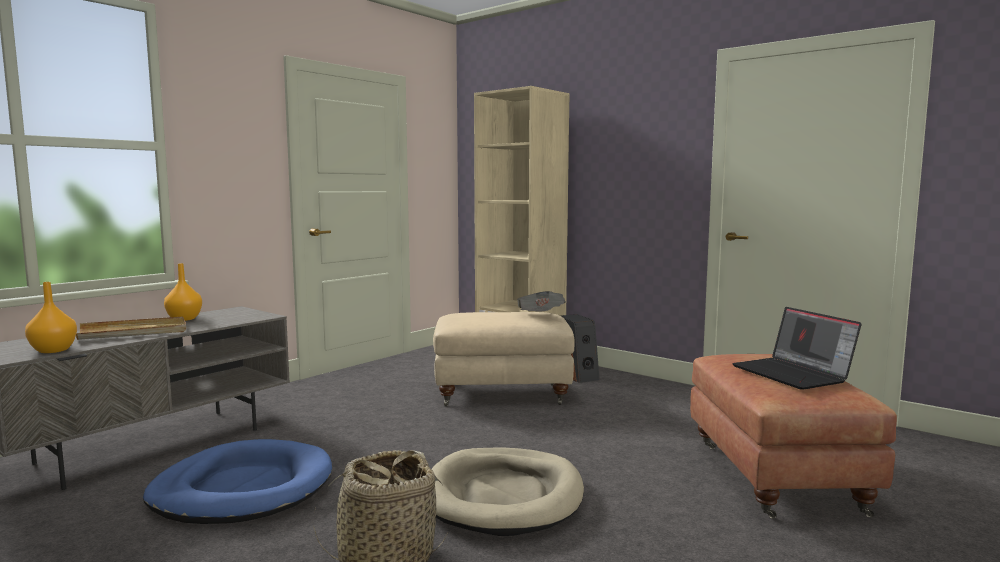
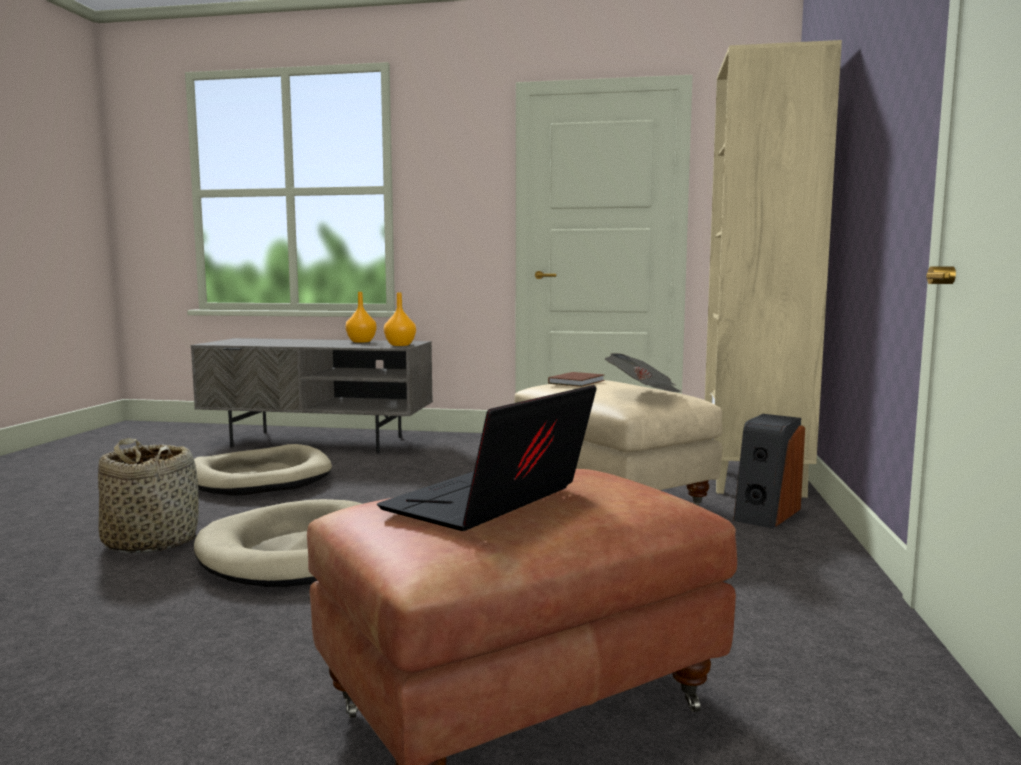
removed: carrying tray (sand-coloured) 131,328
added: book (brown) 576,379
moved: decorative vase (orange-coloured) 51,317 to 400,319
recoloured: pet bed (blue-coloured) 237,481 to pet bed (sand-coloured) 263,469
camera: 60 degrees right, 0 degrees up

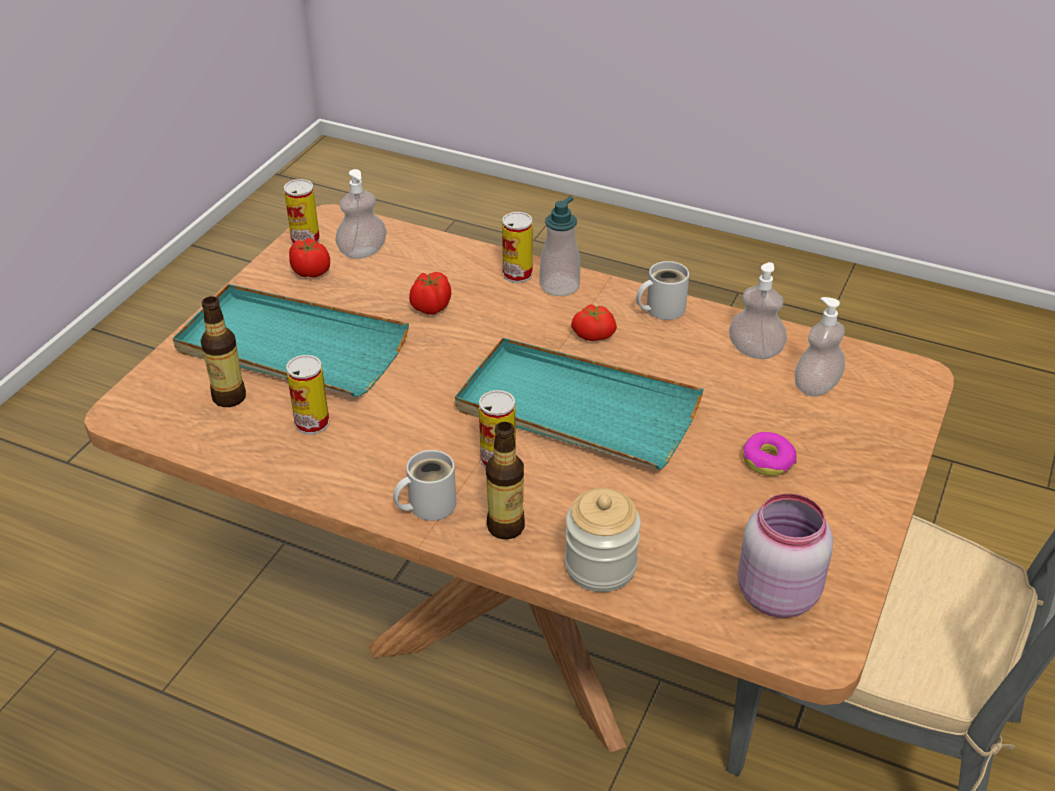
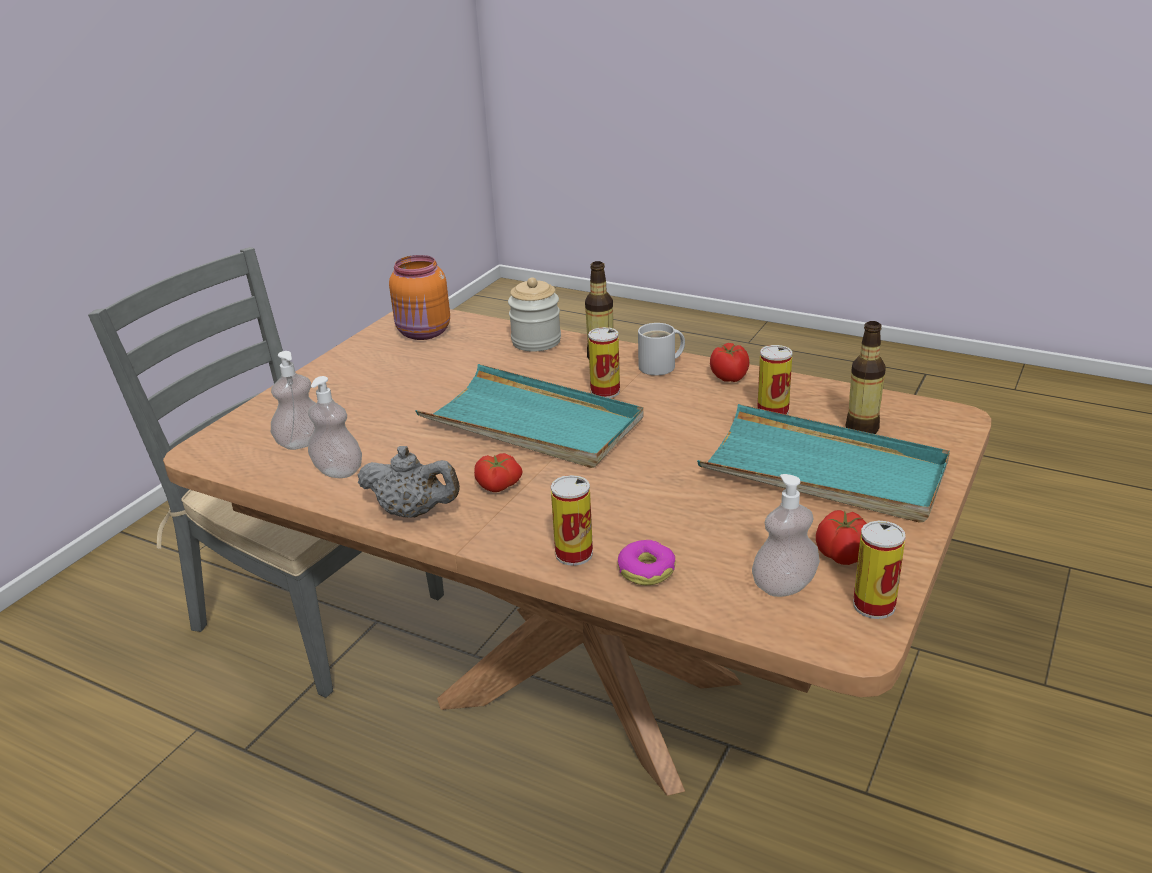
removed: soap dispenser 560,246
moved: tomato 430,293 to 729,362; donut 770,454 to 647,562
replaced: tea mug (white) 662,290 to pot for tea (gray) 408,482
recoloured: jar (pink) 785,555 to jar (orange-coloured) 419,297
camera: 175 degrees left, 10 degrees down

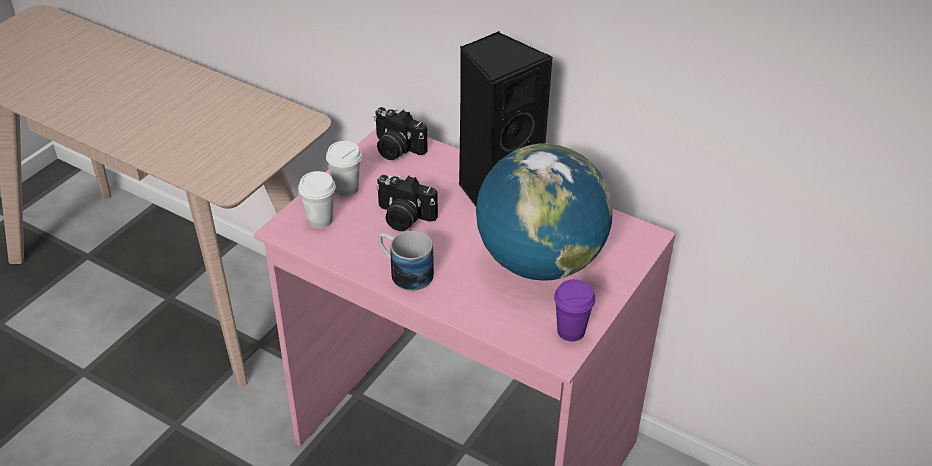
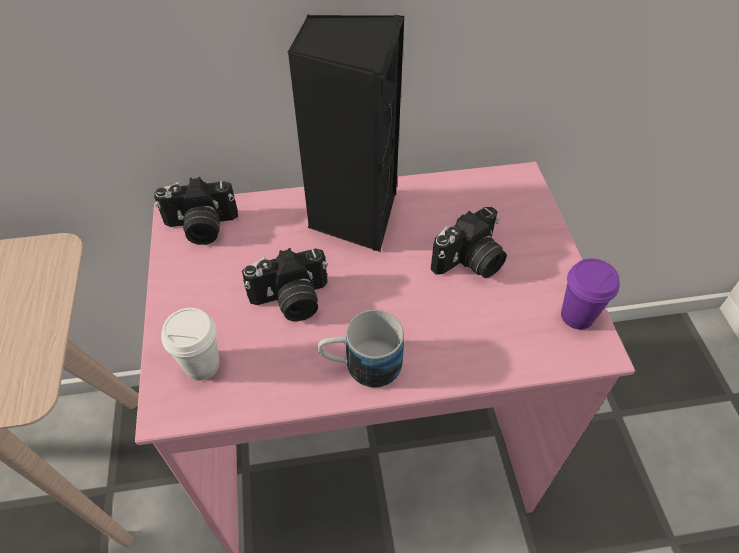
removed: cup (white) 344,168
replaced: globe 544,212 to still camera 469,242
camera: 40 degrees left, 10 degrees up

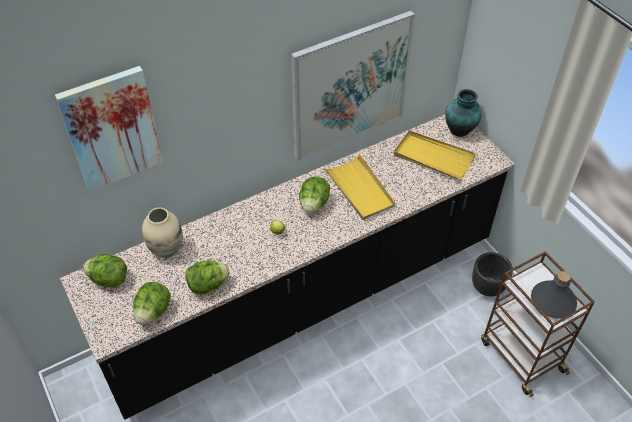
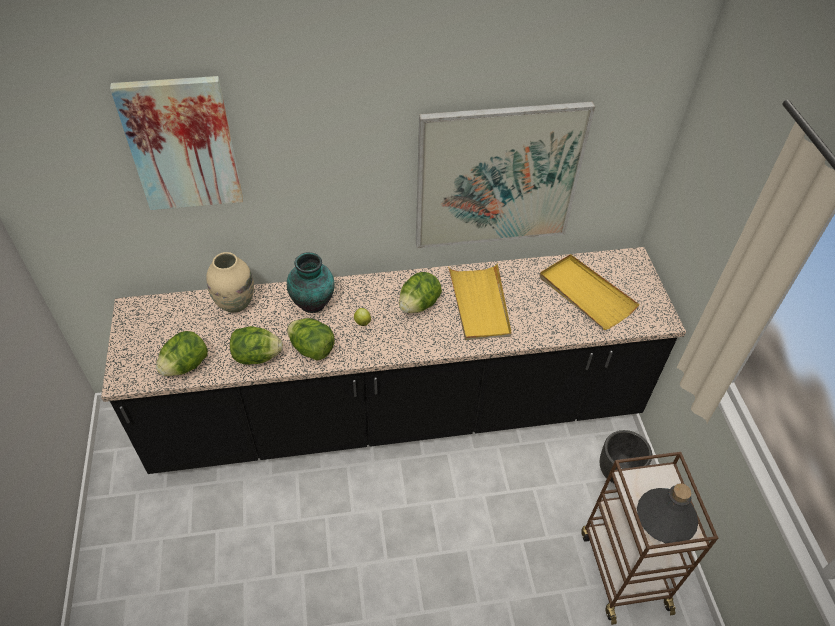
moved: lettuce 105,270 to 311,339; decorative vase 463,113 to 311,282
camera: 20 degrees right, 0 degrees up

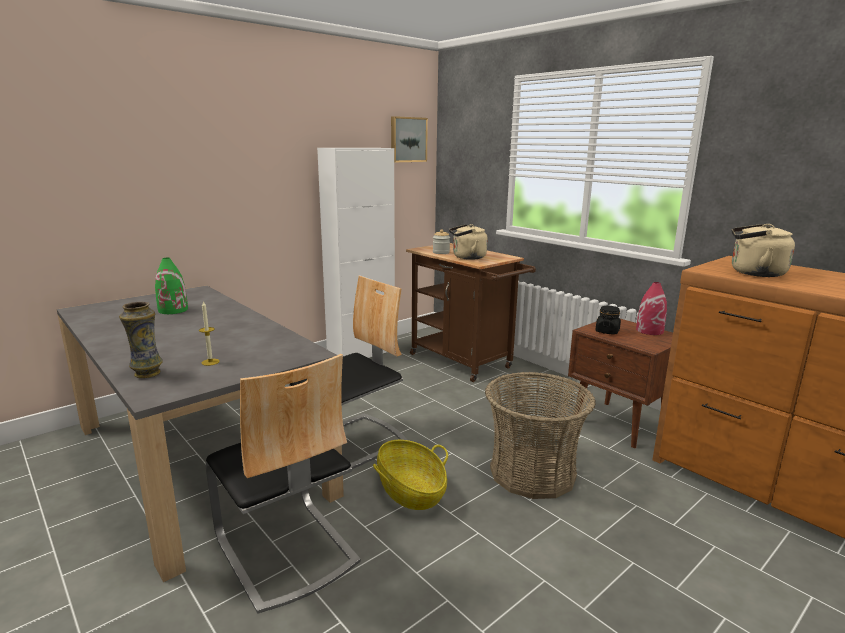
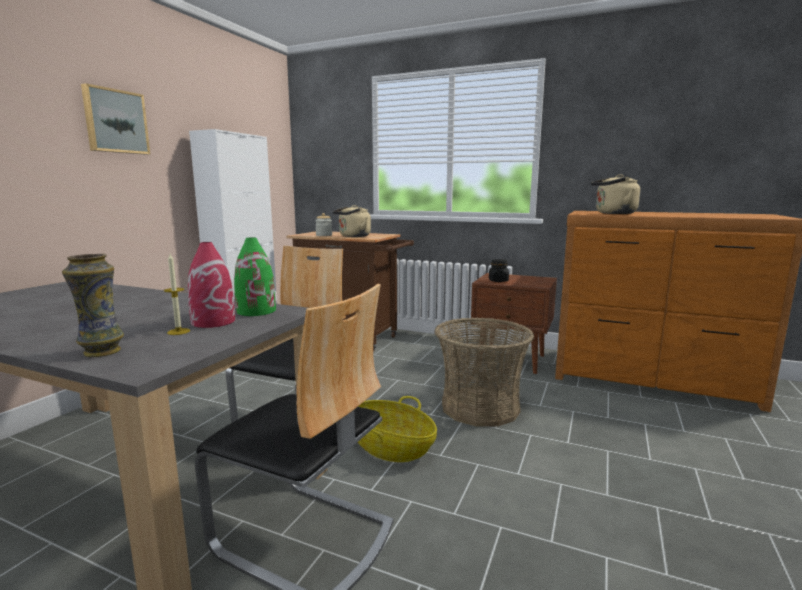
moved: decorative vase (greenish) 171,286 to 255,276; wall picture 409,139 to 115,119; decorative vase (reddish) 651,308 to 211,285
camera: 25 degrees left, 5 degrees down

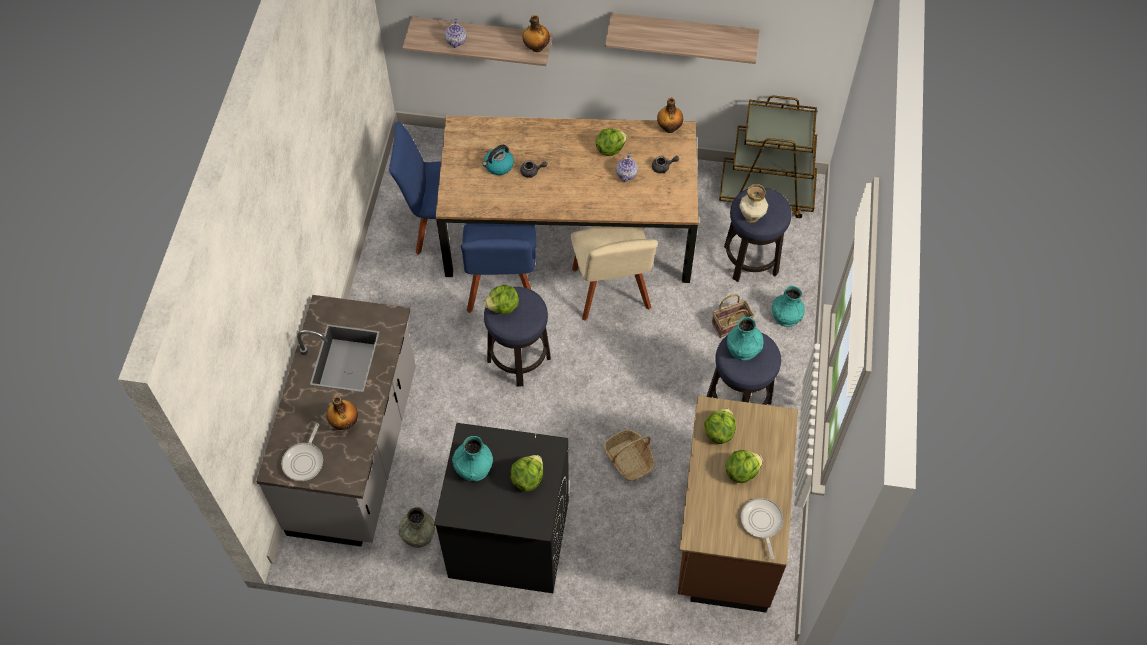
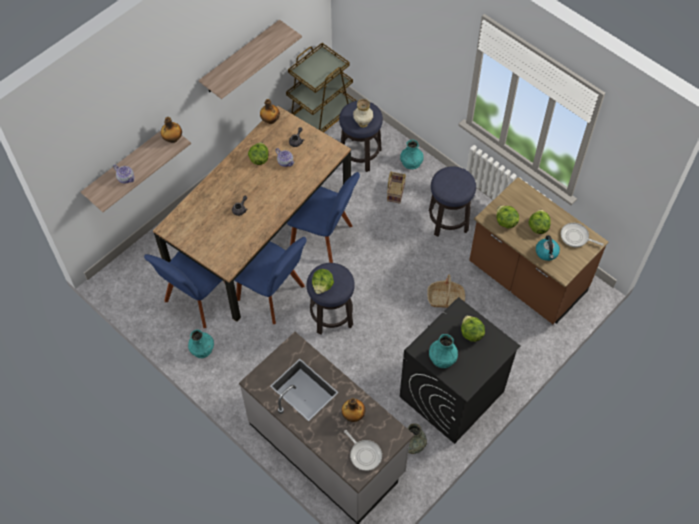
moved: kettle 498,160 to 548,248; decorative vase (turquoise) 745,338 to 201,343
recoloured: plain chair (sand-coloured) 614,273 to plain chair (blue-coloured) 323,217
camera: 55 degrees left, 0 degrees up

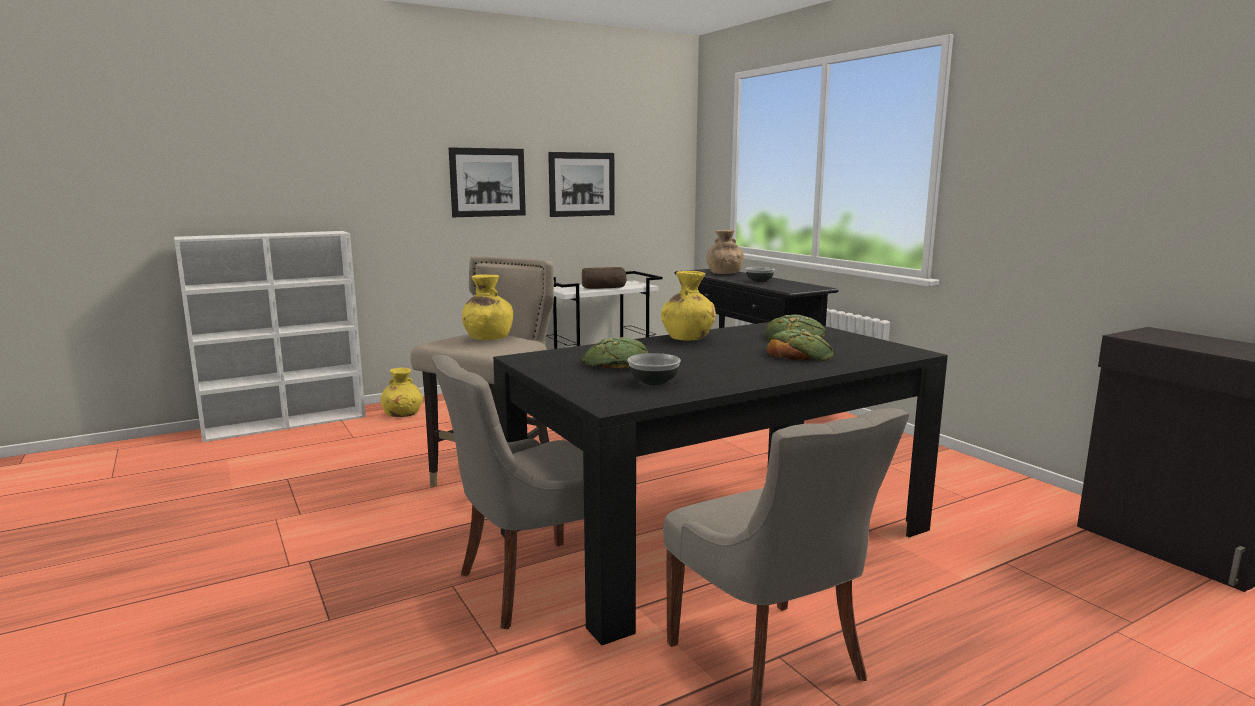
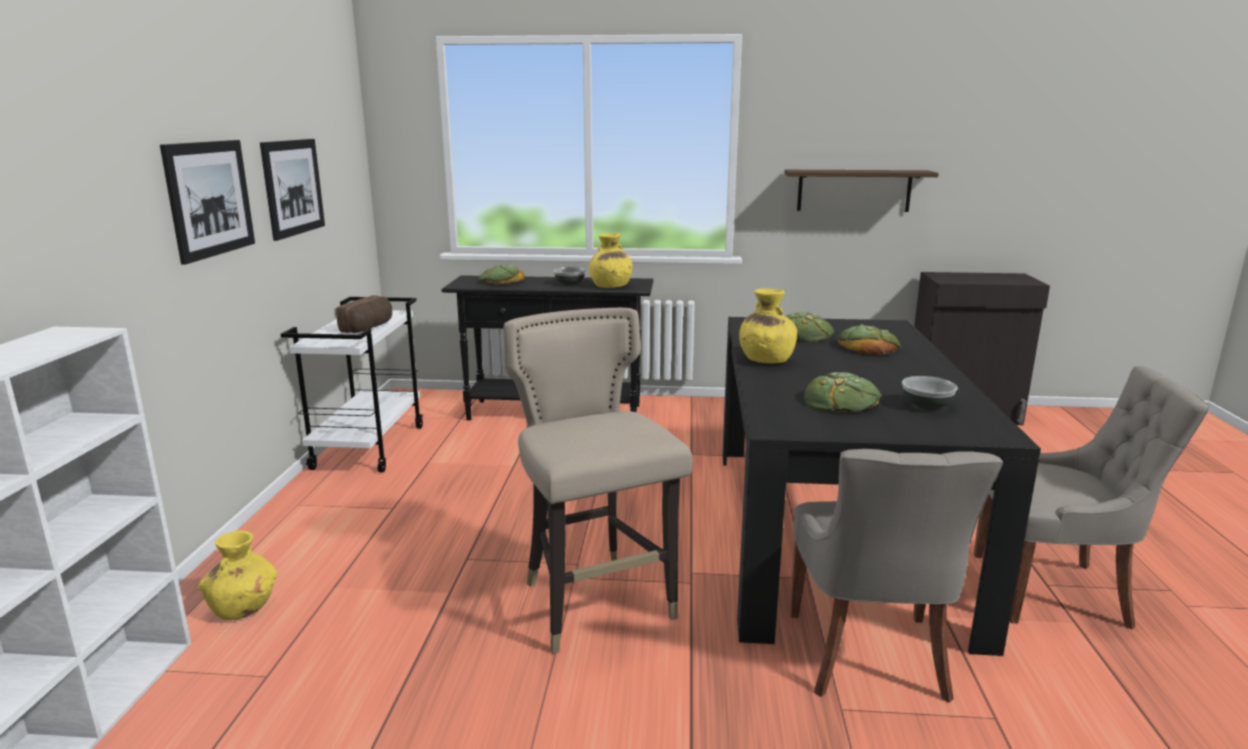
added: bracket shelf 861,191
moved: decorative vase (yellow-coloured) 487,307 to 611,260
replaced: decorative vase (brown) 725,251 to bread 501,274
camera: 55 degrees left, 5 degrees up

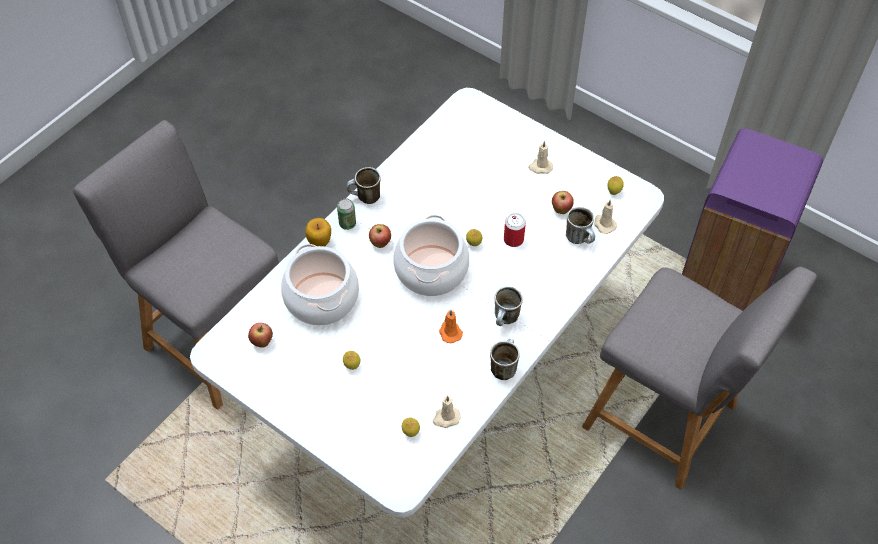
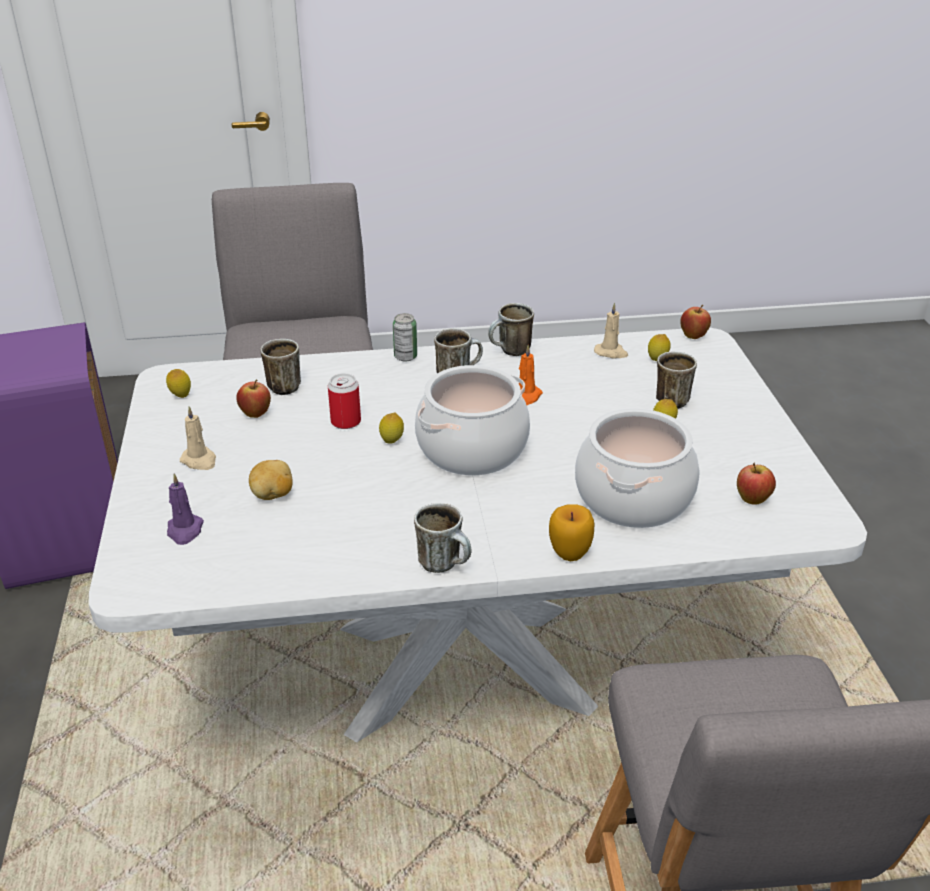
removed: wax light (sand-coloured) 605,217
added: wax light (purple) 185,509; potato 271,480; tea mug 676,380
moved: can 346,214 to 405,337; apple fruit 380,236 to 695,322
camera: 135 degrees left, 20 degrees down

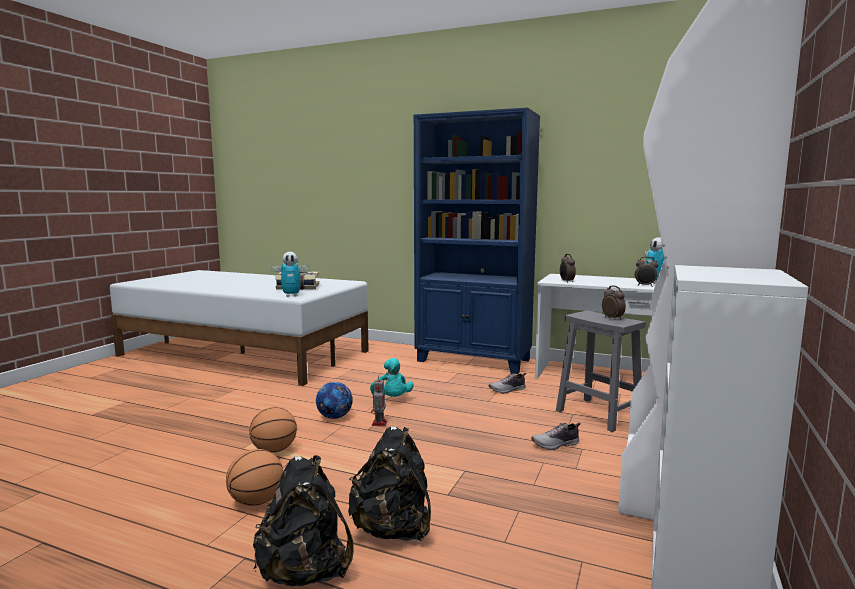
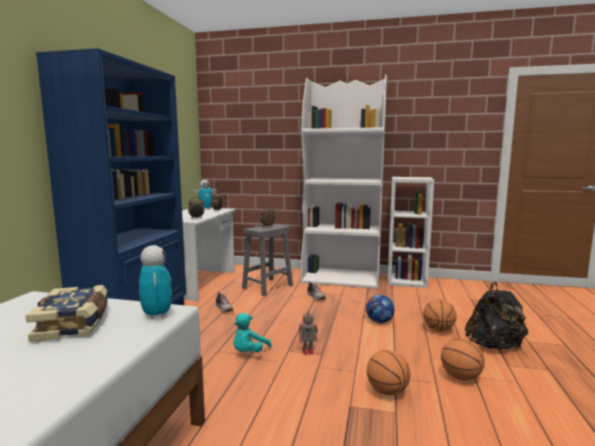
moved: football ball 334,400 to 380,309
replaced: backpack (black-coloured) 389,484 to ball for basketball 440,315
turned: soft toy (turquoise) 392,377 = 253,332 150 degrees clockwise
camera: 100 degrees left, 0 degrees up

